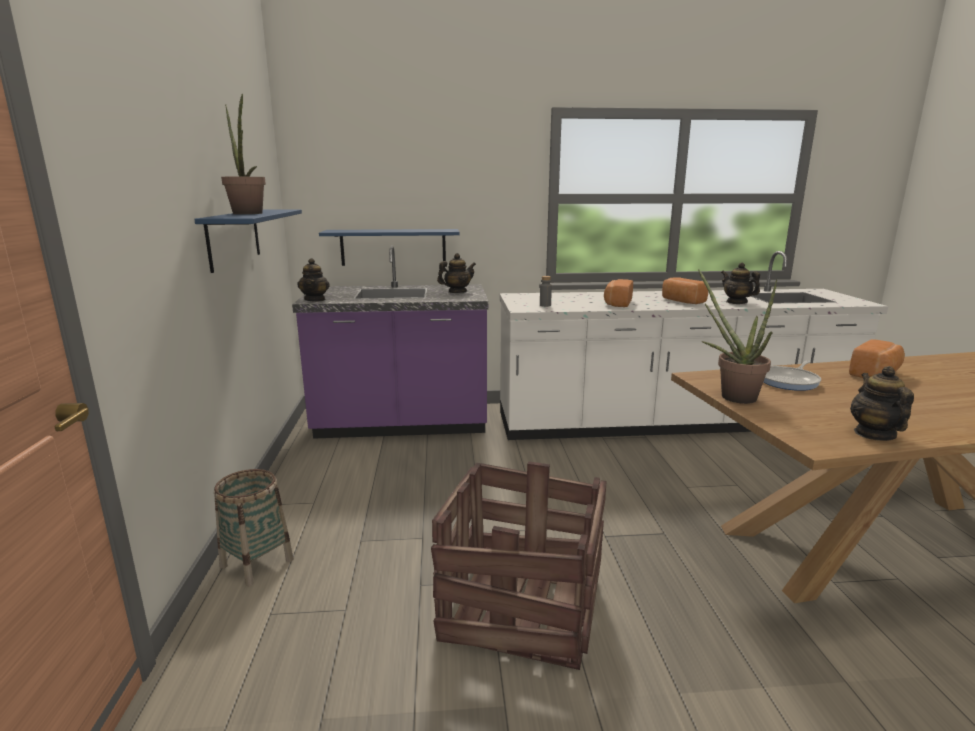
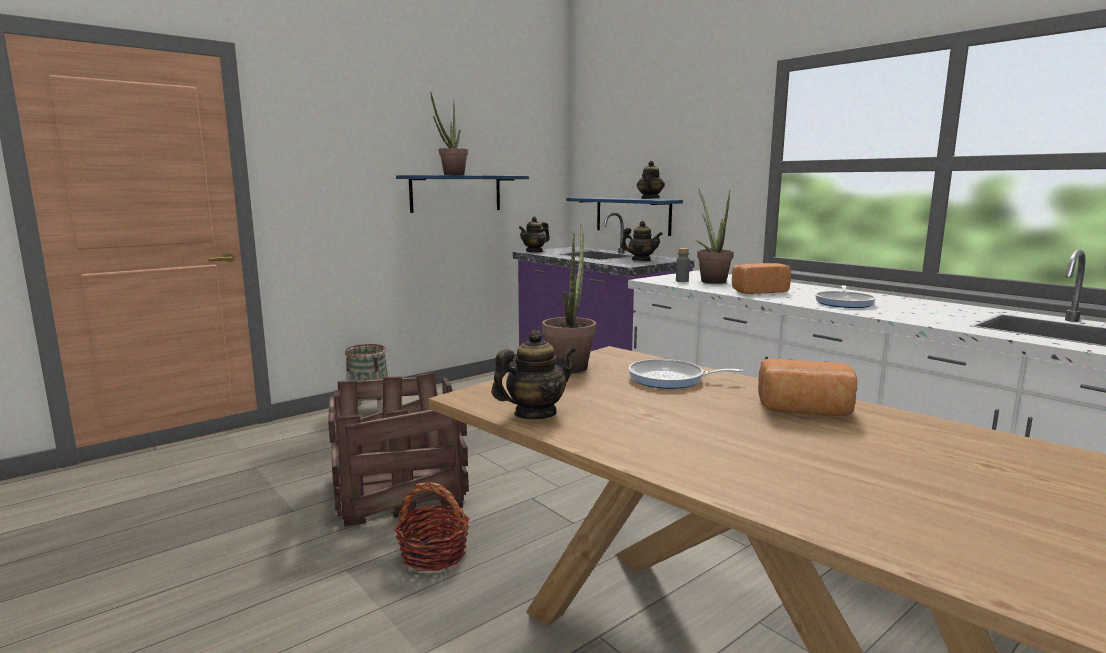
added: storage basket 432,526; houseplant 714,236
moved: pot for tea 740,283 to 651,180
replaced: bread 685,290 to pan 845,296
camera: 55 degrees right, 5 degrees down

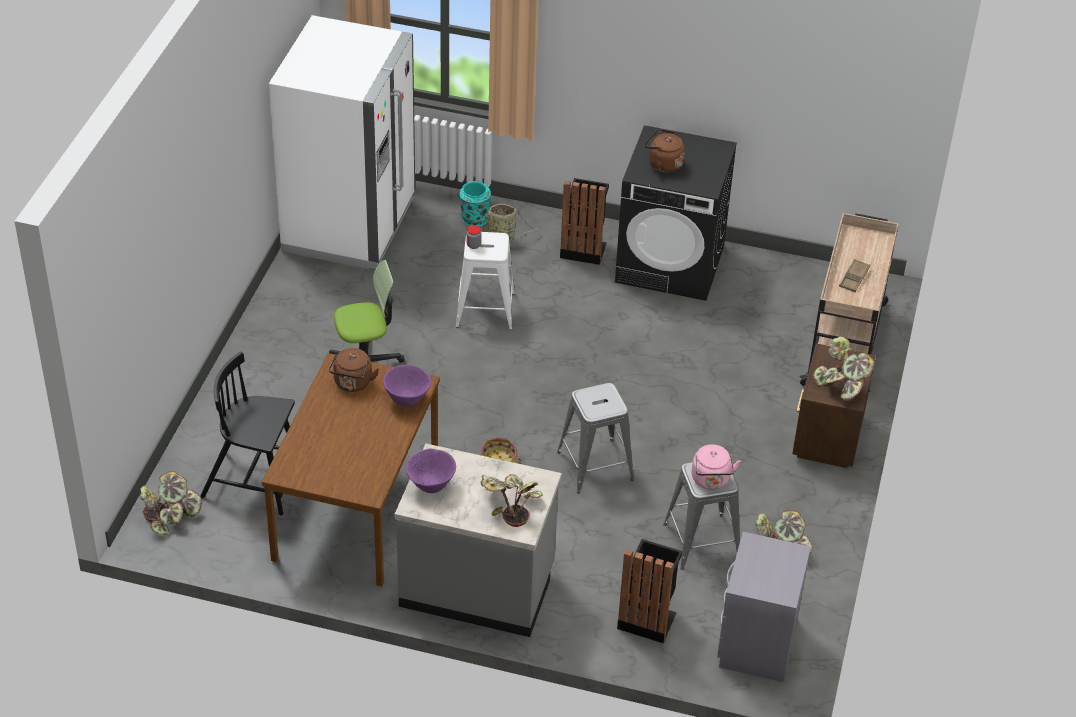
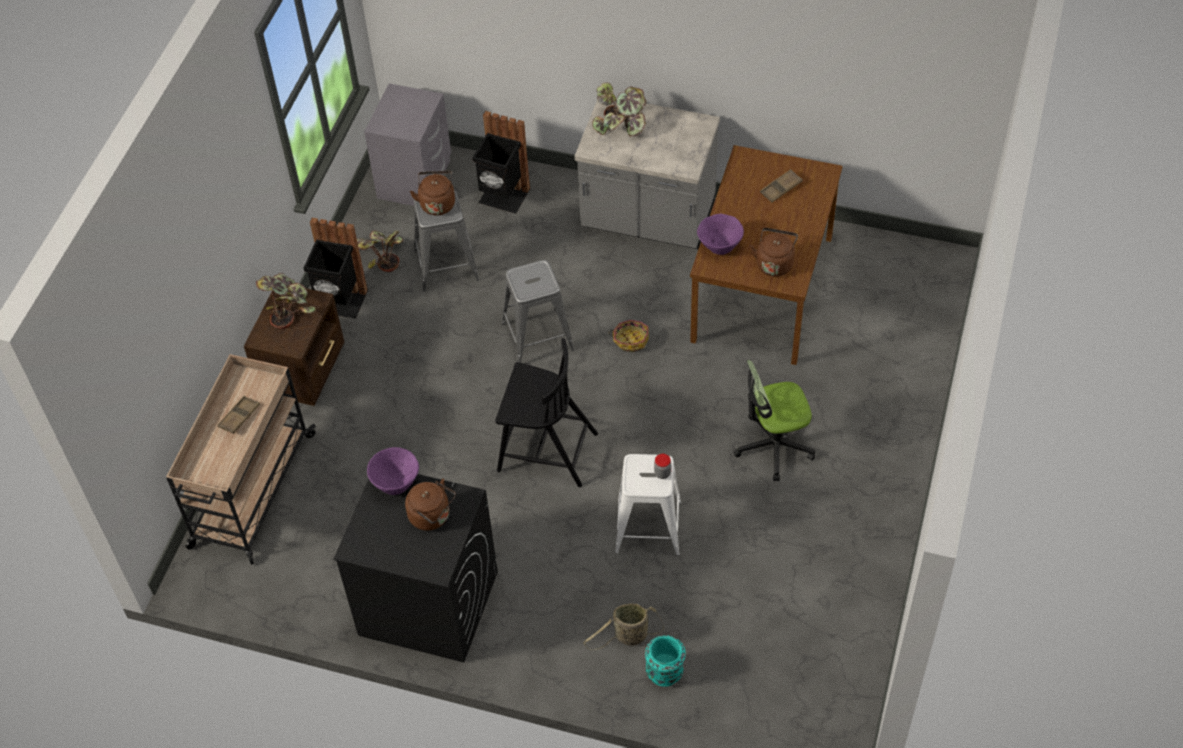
removed: houseplant 171,503; refrigerator (white) 342,142
added: carrying tray (brown) 781,186
moved: plain chair (black-coloured) 248,433 to 546,412; deep dish (purple) 431,471 to 393,471; trash can (black-coloured) 584,221 to 335,268
recoloured: kettle (pink) 716,467 to kettle (brown) 432,193
camera: 175 degrees left, 10 degrees up

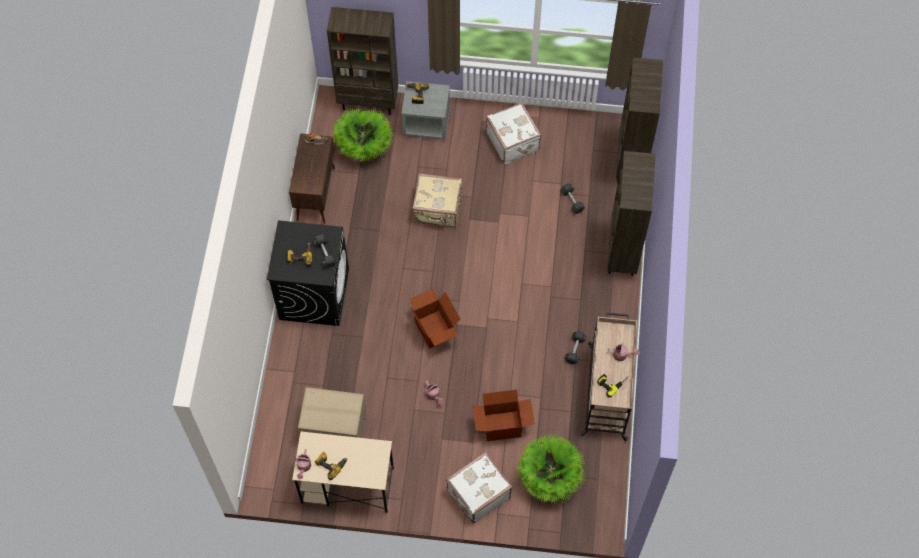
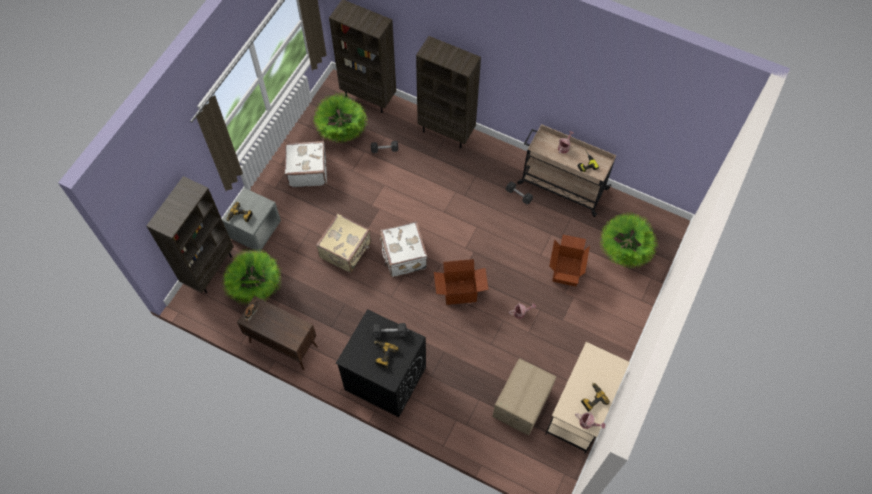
added: houseplant 340,118
moved: travel case (white) 479,487 to 404,249
camera: 70 degrees left, 0 degrees up

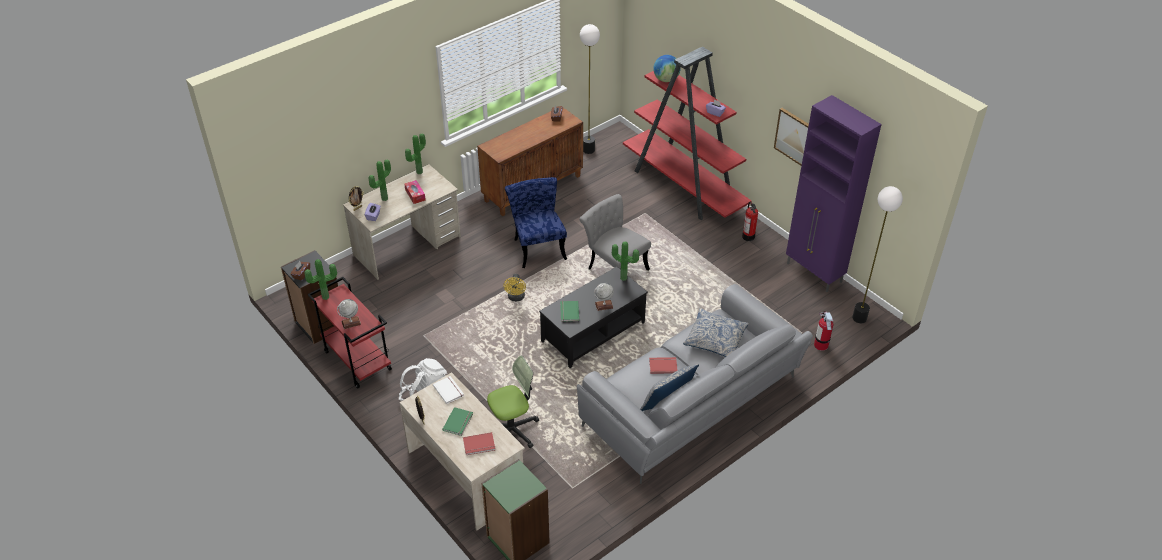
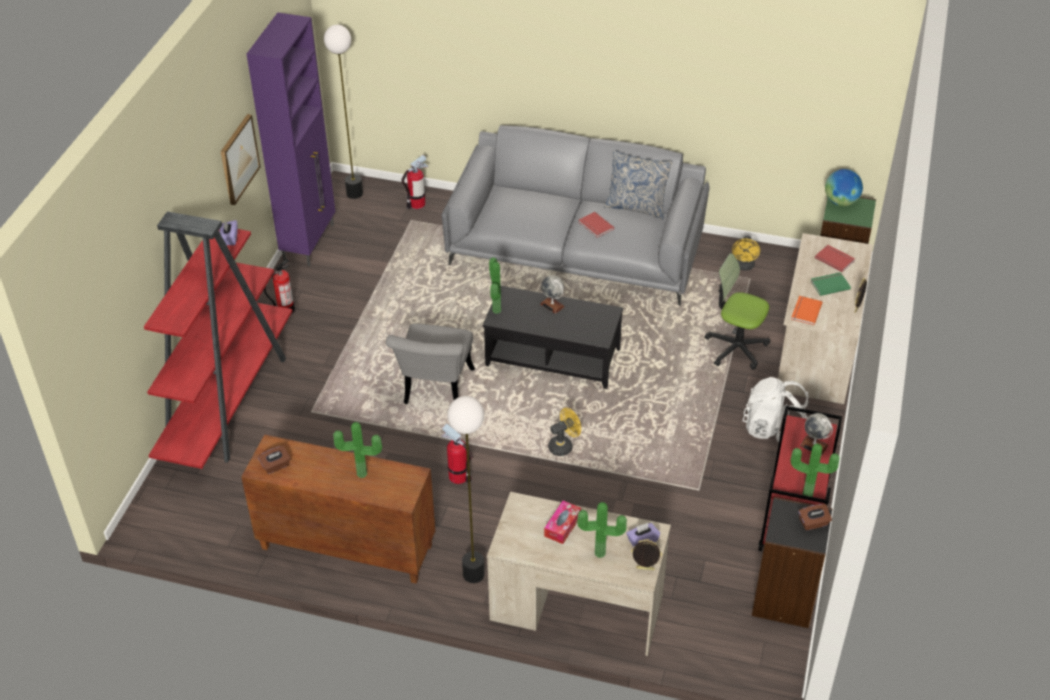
removed: book (greenish) 569,311; pillow 716,332
added: fan (yellow-coloured) 746,253
moved: houseplant 415,153 to 357,450; standing lamp 590,89 to 466,489; globe 667,68 to 844,187
replaced: plain chair (blue-coloured) 536,222 to fire extinguisher 457,454
recoloured: book (white) 448,390 to book (orange-coloured) 806,310
camera: 125 degrees left, 0 degrees up

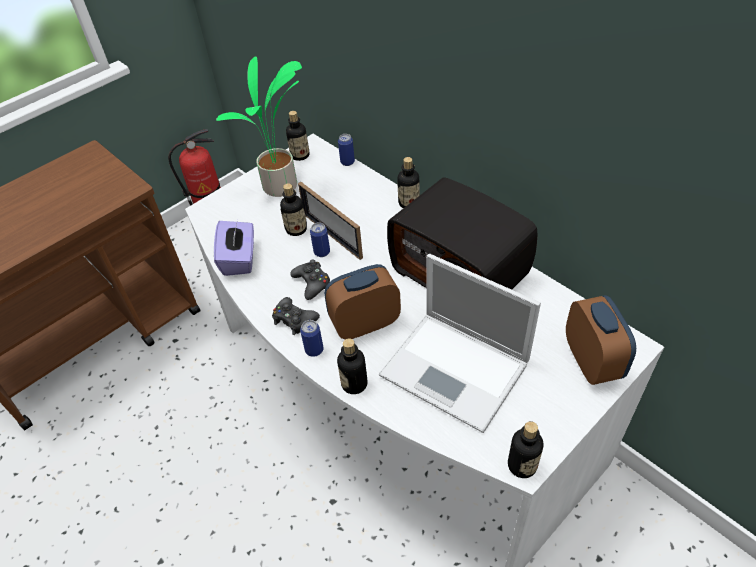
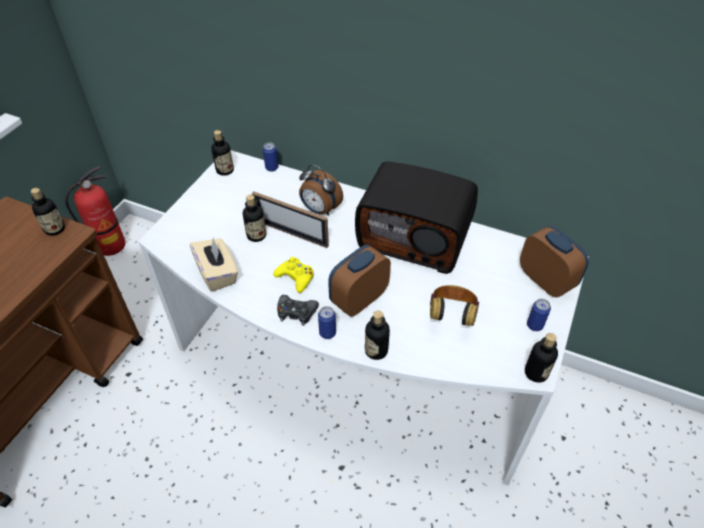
removed: houseplant 259,126
added: table clock 321,190
moved: can 320,239 to 539,315; drink bottle 408,182 to 48,212
replaced: laptop 460,343 to headphones 454,305
recoloured: tissue holder (purple) 234,248 to tissue holder (sand-coloured) 214,264; joypad (black-coloured) 310,279 to joypad (yellow-coloured) 293,275
camera: 25 degrees left, 0 degrees up

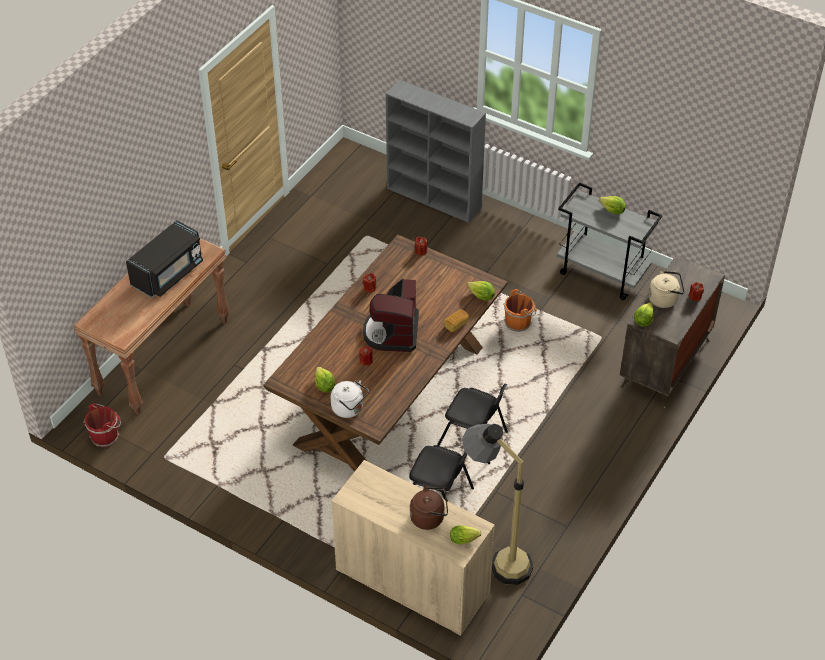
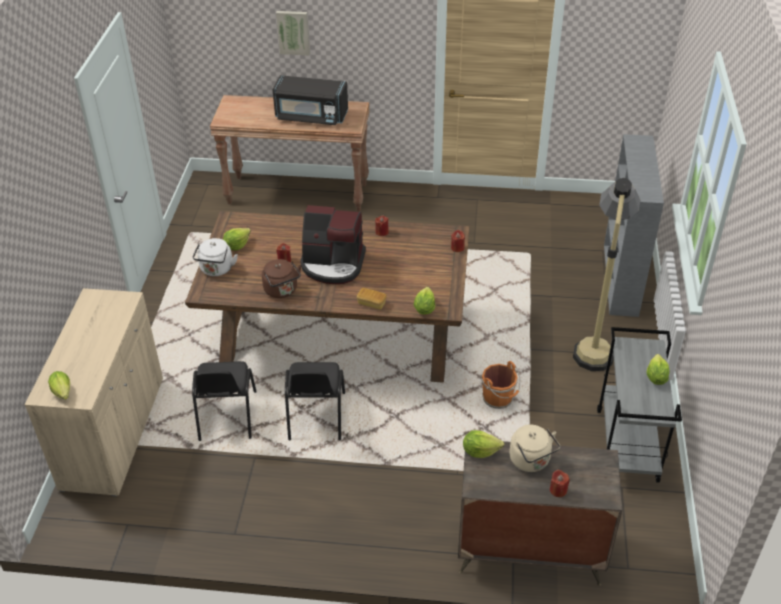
removed: bucket (reddish) 102,425
added: wall picture 293,33
moved: kettle (brown) 429,507 to 281,278; standing lamp 497,504 to 606,274
turned: coffee machine 391,315 = 333,244 150 degrees counterclockwise
camera: 65 degrees right, 5 degrees down

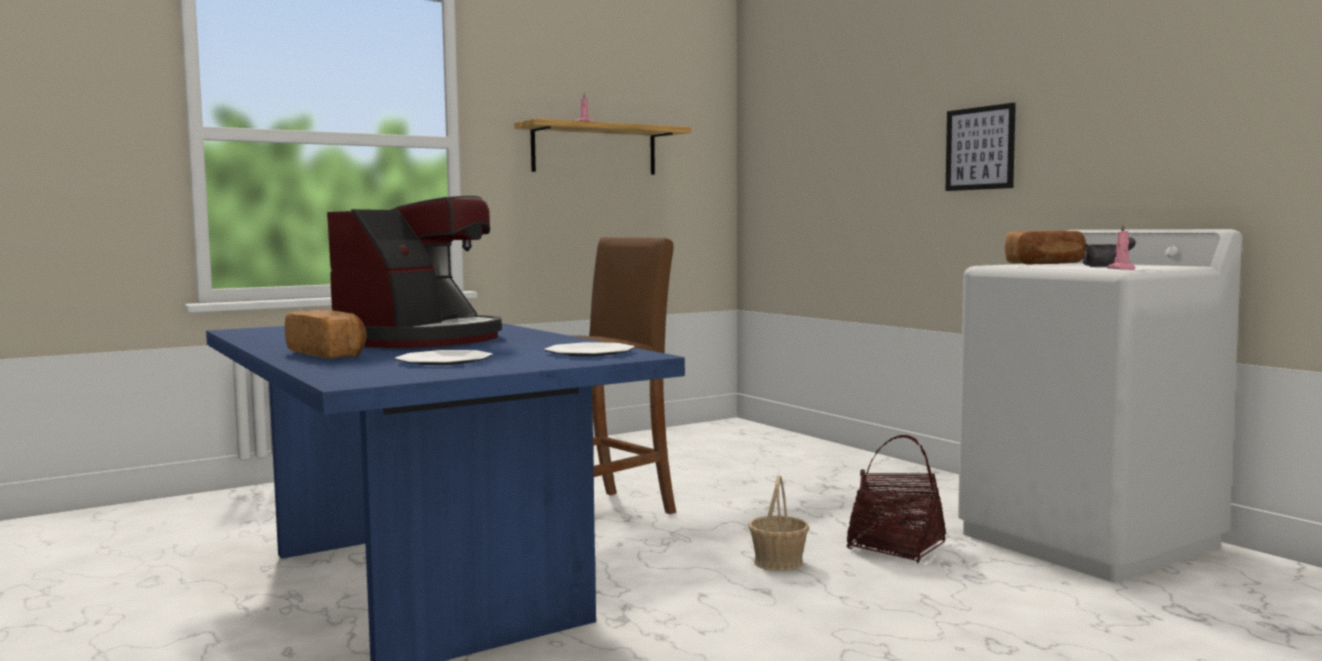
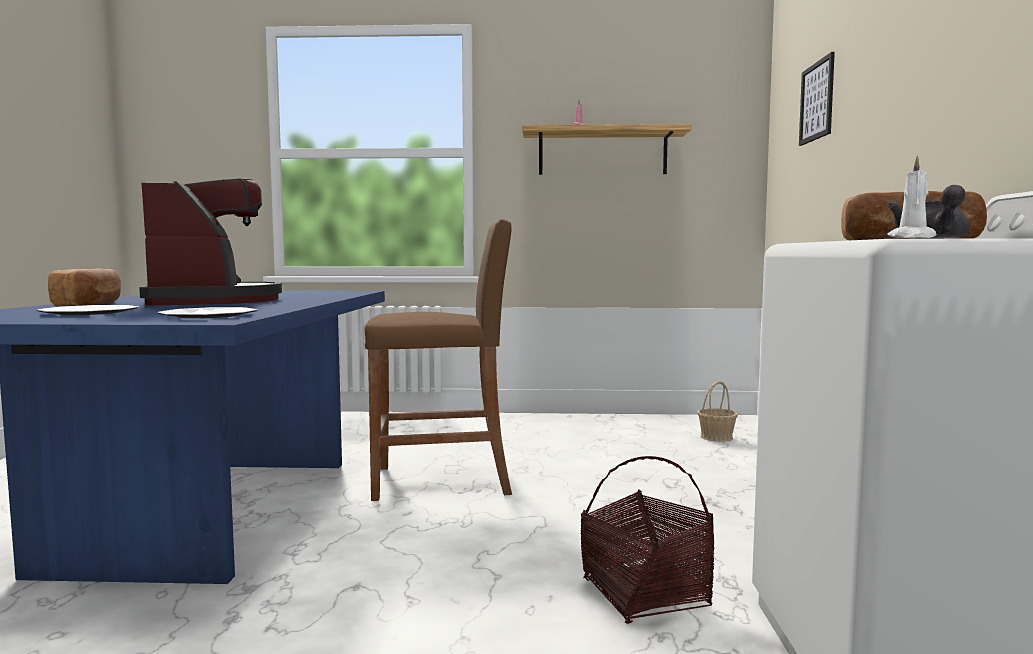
moved: storage basket 778,523 to 717,411; wall picture 980,147 to 817,99
recoloured: wax light (pink) 1121,246 to wax light (white) 912,196
turned: coffee machine 414,272 = 210,241 75 degrees counterclockwise
camera: 35 degrees right, 0 degrees up

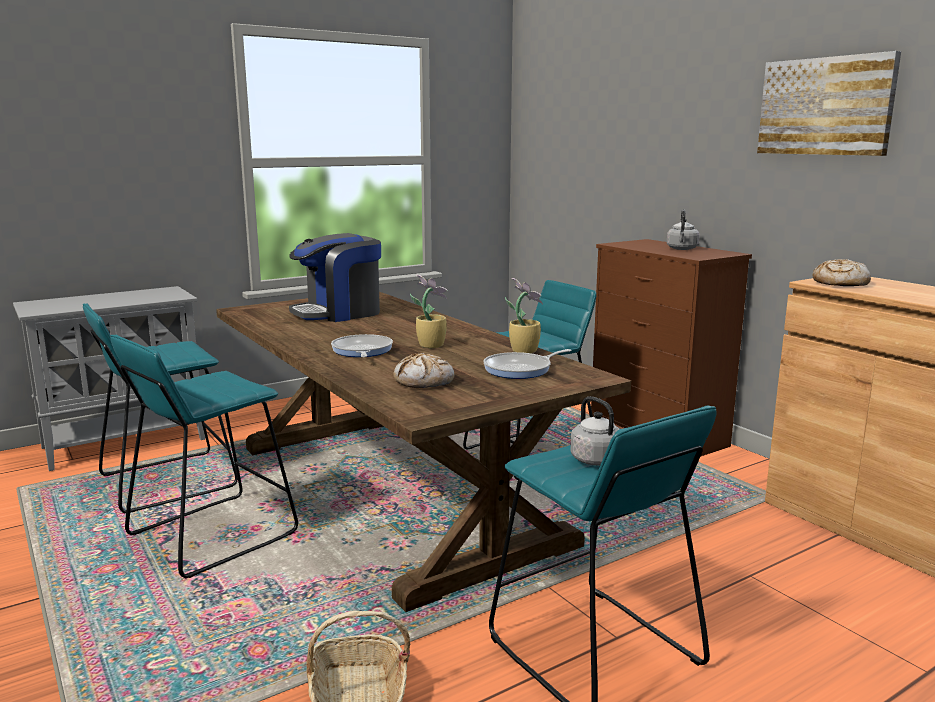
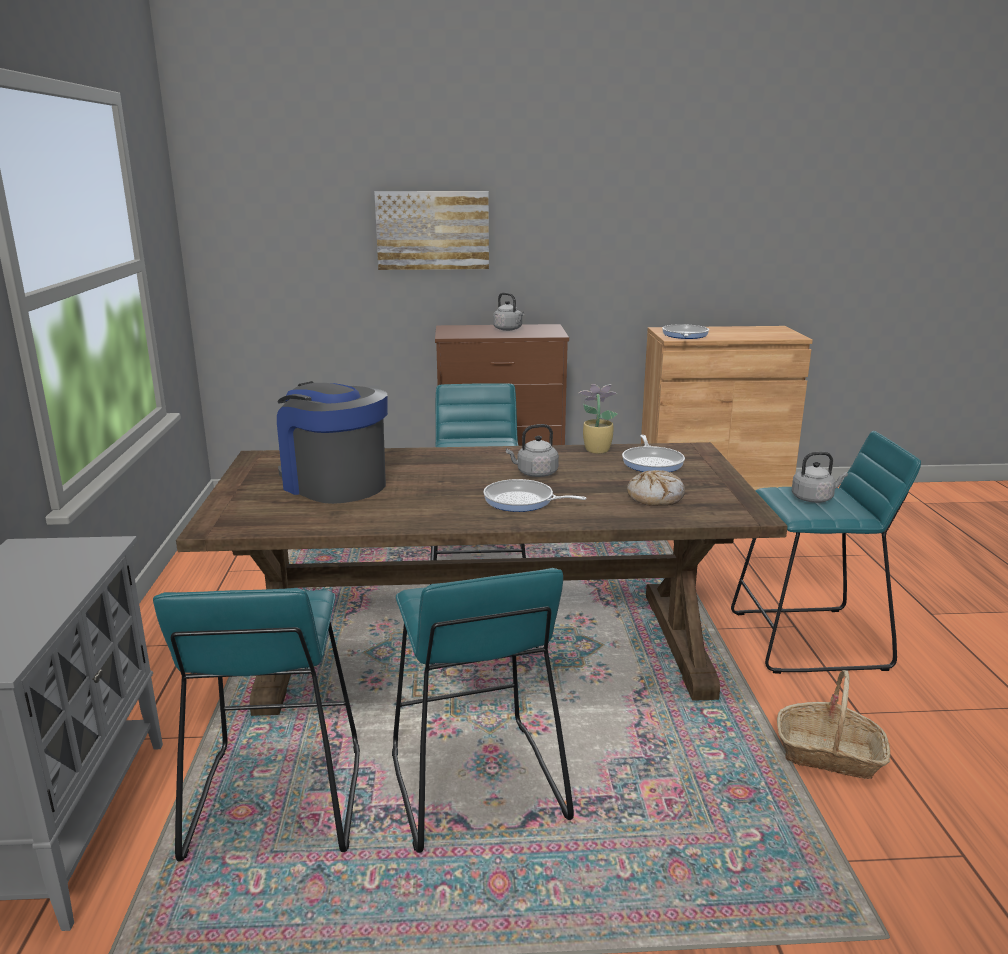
moved: wall picture 829,103 to 431,230
replaced: houseplant 429,311 to kettle (gray) 532,450; bread 841,272 to pan 685,331
turned: coffee machine 335,277 = 332,442 135 degrees clockwise
camera: 60 degrees left, 5 degrees up

